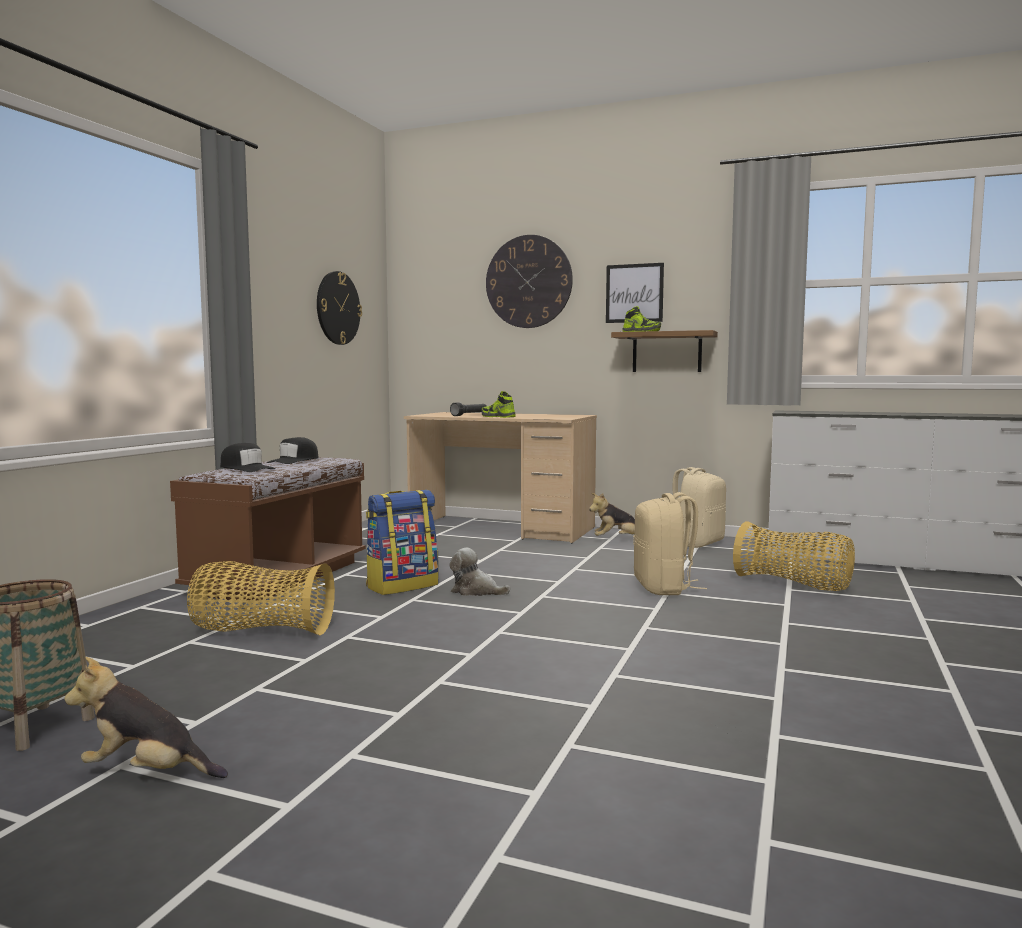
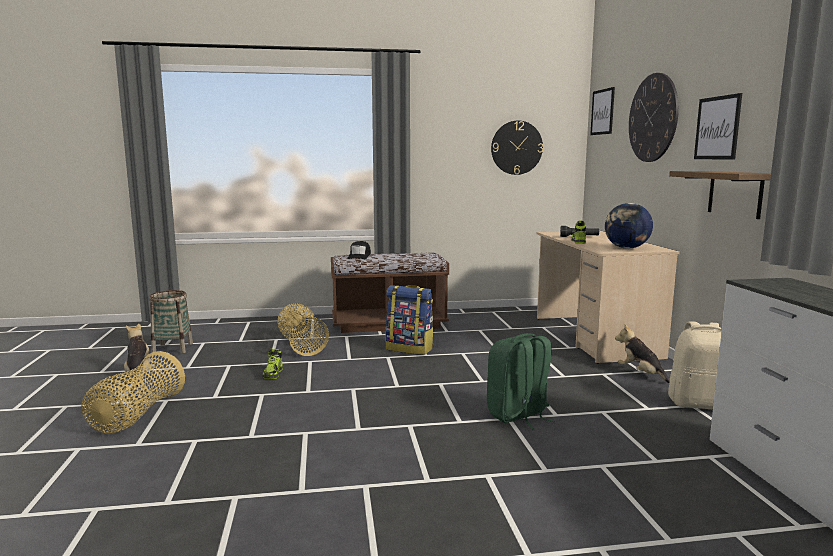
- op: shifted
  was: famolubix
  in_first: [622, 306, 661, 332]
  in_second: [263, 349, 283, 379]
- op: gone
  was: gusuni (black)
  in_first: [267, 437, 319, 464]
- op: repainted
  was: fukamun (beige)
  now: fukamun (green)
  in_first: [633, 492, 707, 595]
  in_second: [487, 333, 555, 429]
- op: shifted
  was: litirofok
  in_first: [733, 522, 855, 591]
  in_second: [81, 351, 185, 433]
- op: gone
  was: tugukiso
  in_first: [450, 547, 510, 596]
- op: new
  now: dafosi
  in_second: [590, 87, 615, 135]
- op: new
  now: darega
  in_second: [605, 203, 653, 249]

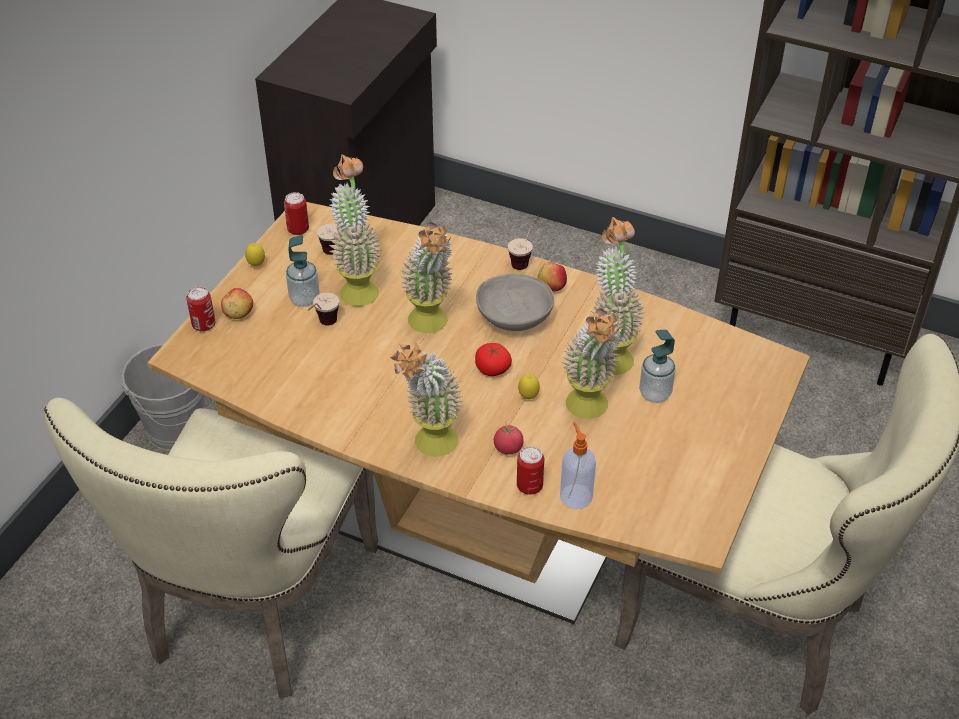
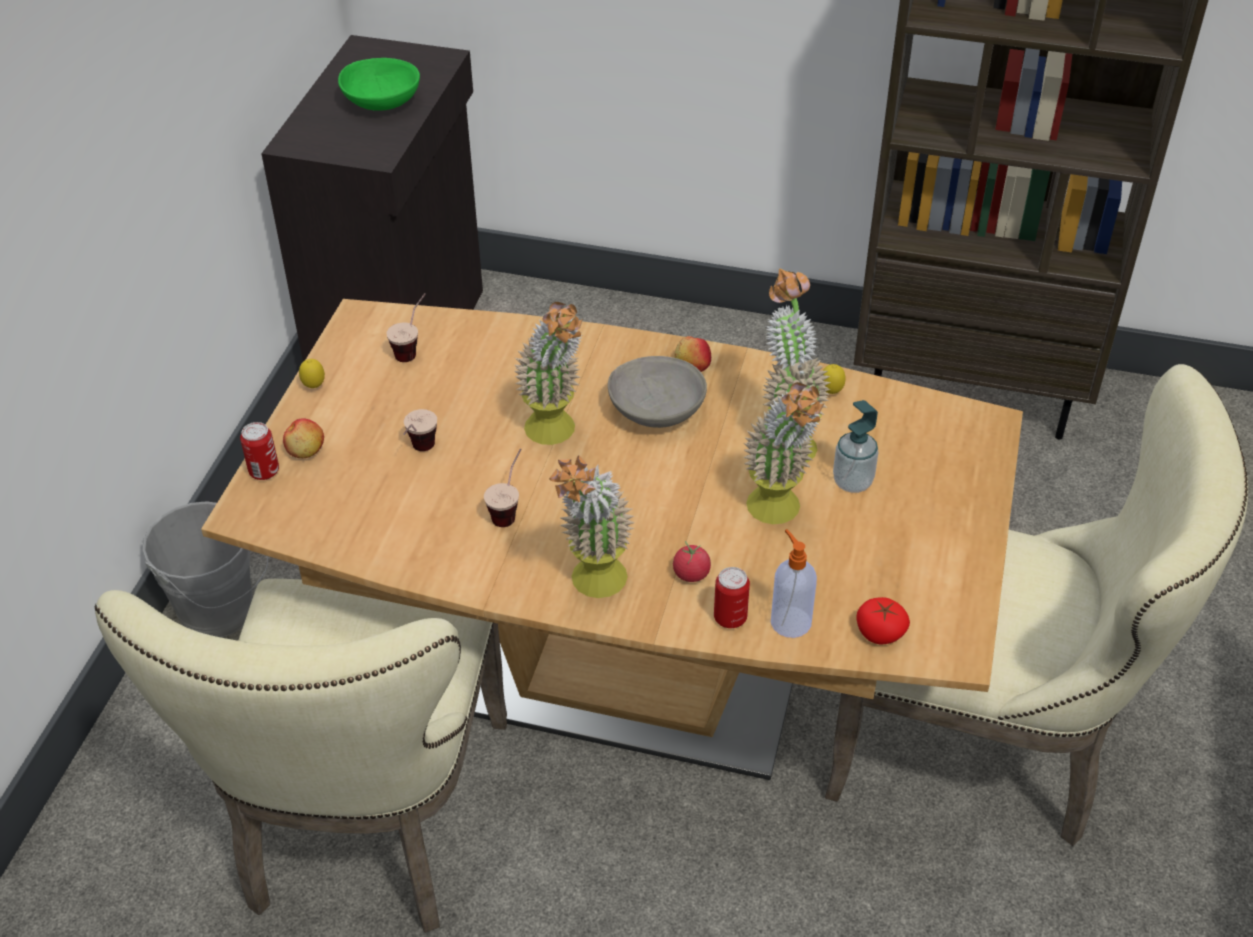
- op: gone
  was: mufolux
  in_first: [329, 154, 382, 307]
- op: gone
  was: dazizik
  in_first: [284, 192, 309, 235]
- op: shifted
  was: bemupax
  in_first: [508, 216, 539, 270]
  in_second: [484, 448, 522, 527]
- op: gone
  was: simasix
  in_first: [286, 235, 320, 307]
- op: shifted
  was: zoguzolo
  in_first: [475, 343, 512, 376]
  in_second: [856, 597, 910, 644]
- op: shifted
  was: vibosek
  in_first: [518, 374, 540, 399]
  in_second: [823, 364, 846, 394]
- op: new
  now: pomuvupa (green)
  in_second: [338, 58, 420, 111]

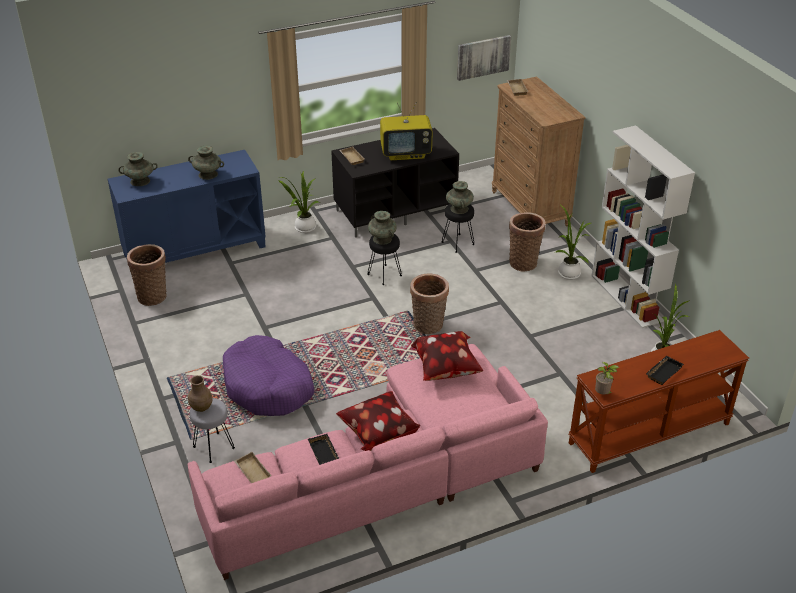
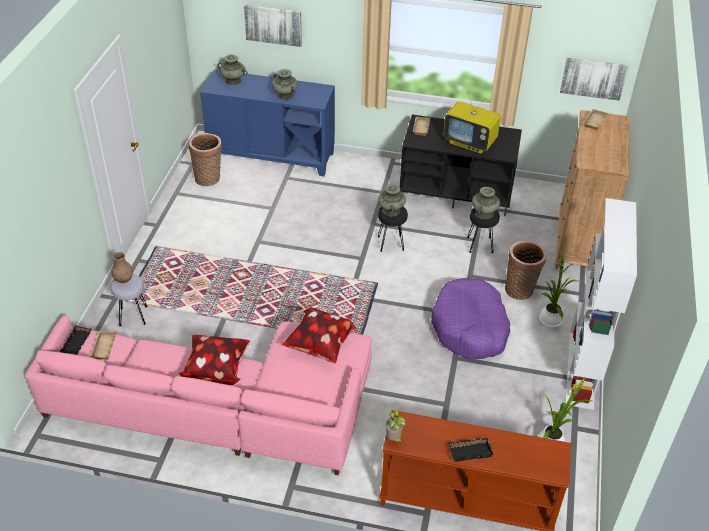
- op: gone
  was: mufolux
  in_first: [278, 171, 319, 233]
- op: gone
  was: litirofok
  in_first: [410, 273, 449, 334]
- op: shifted
  was: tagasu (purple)
  in_first: [223, 335, 314, 416]
  in_second: [431, 278, 510, 359]
- op: shifted
  was: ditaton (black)
  in_first: [308, 434, 339, 465]
  in_second: [59, 325, 92, 355]
- op: new
  now: dafosi
  in_second: [244, 5, 302, 47]

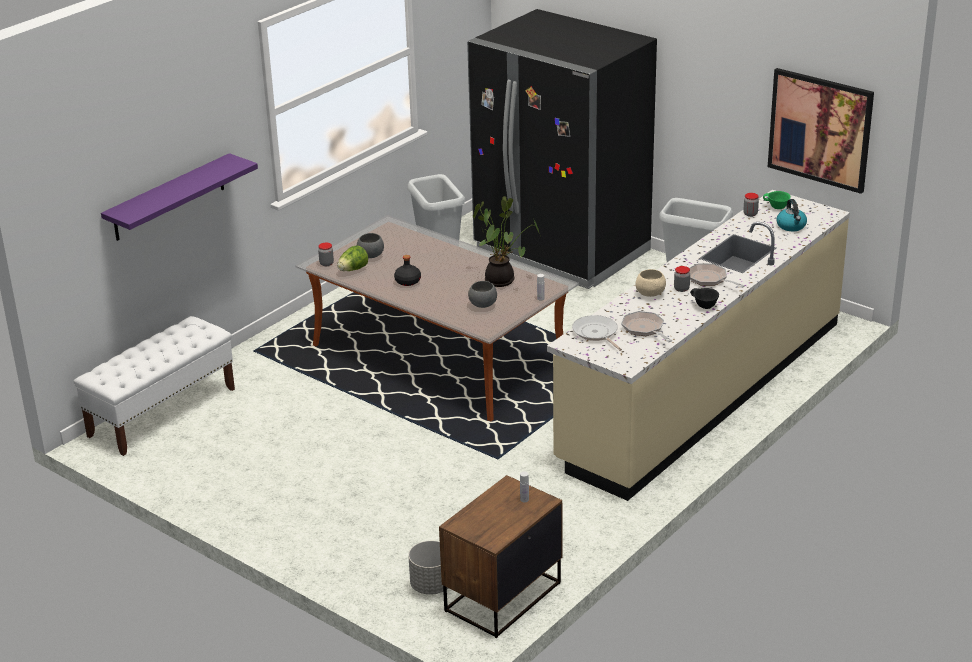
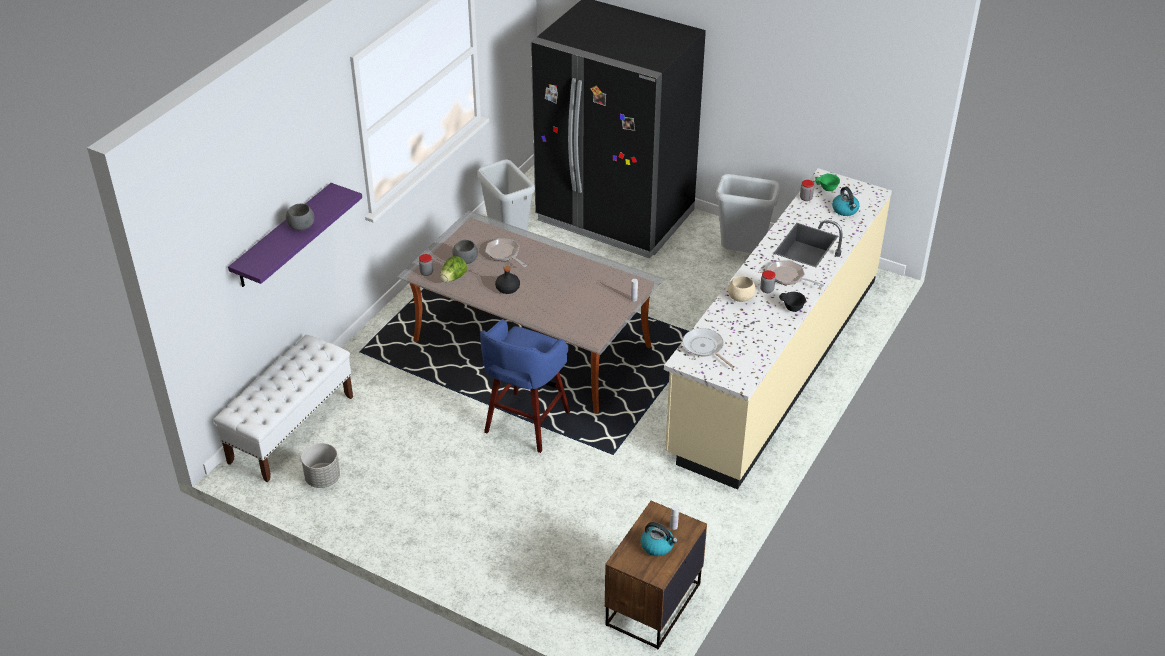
- op: gone
  was: dafosi
  in_first: [768, 68, 874, 194]
- op: gone
  was: mufolux
  in_first: [473, 196, 540, 287]
- op: shifted
  was: pomuvupa (grey)
  in_first: [468, 281, 497, 308]
  in_second: [286, 204, 314, 230]
- op: shifted
  was: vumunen
  in_first: [621, 311, 672, 342]
  in_second: [485, 238, 527, 267]
- op: shifted
  was: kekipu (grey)
  in_first: [408, 541, 448, 595]
  in_second: [301, 443, 340, 488]
- op: new
  now: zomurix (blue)
  in_second: [480, 319, 570, 453]
- op: new
  now: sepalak
  in_second: [640, 522, 678, 556]

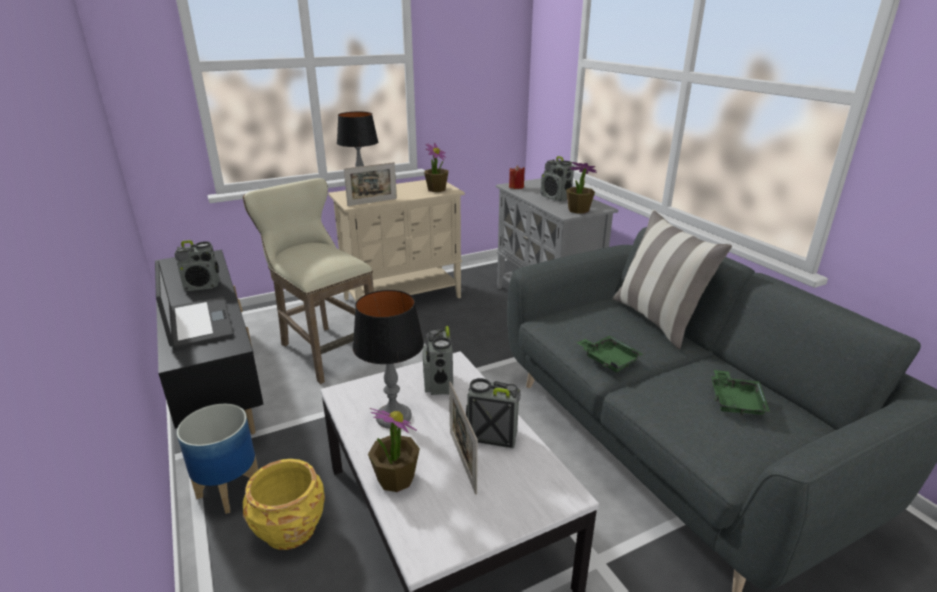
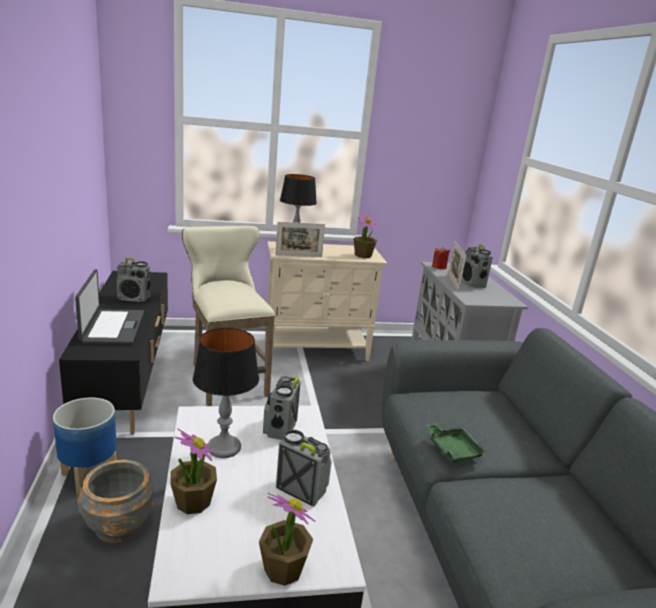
- op: shifted
  was: mufolux
  in_first: [566, 162, 597, 214]
  in_second: [259, 493, 315, 586]
- op: gone
  was: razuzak
  in_first: [613, 210, 732, 349]
- op: gone
  was: ditaton (green)
  in_first: [711, 370, 770, 415]
- op: shifted
  was: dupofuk
  in_first: [449, 382, 478, 495]
  in_second: [448, 241, 466, 291]
- op: repainted
  was: kekipu (yellow)
  now: kekipu (grey)
  in_first: [243, 459, 325, 550]
  in_second: [78, 460, 154, 543]

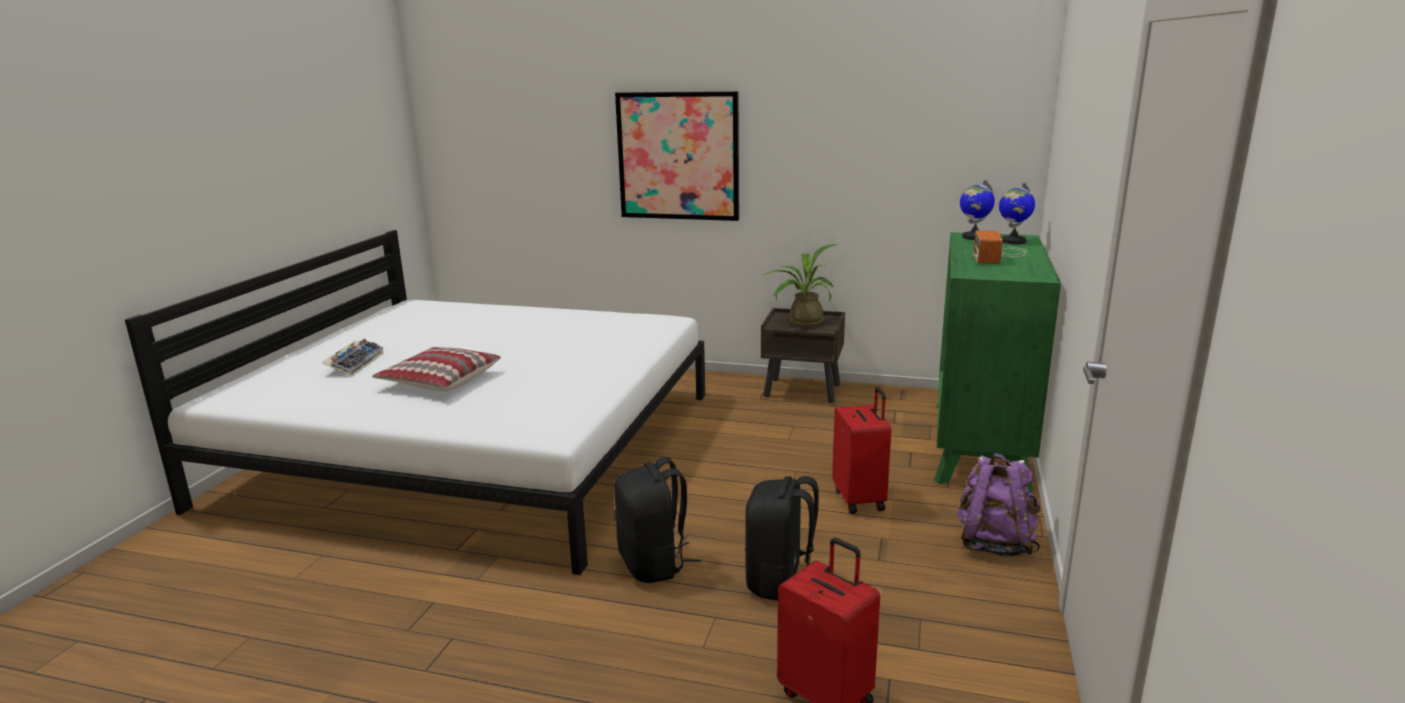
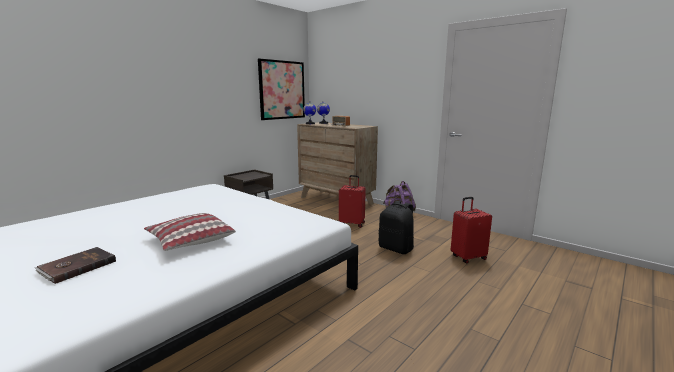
- op: shifted
  was: dafosi
  in_first: [615, 91, 739, 221]
  in_second: [258, 58, 305, 120]
- op: repainted
  was: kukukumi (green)
  now: kukukumi (brown)
  in_first: [934, 232, 1061, 492]
  in_second: [297, 122, 378, 204]
- op: gone
  was: mufolux
  in_first: [763, 244, 838, 327]
- op: swapped
  was: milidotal
  now: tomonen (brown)
  in_first: [322, 339, 384, 376]
  in_second: [35, 247, 116, 284]
- op: gone
  was: fukamun (black)
  in_first: [614, 457, 701, 583]

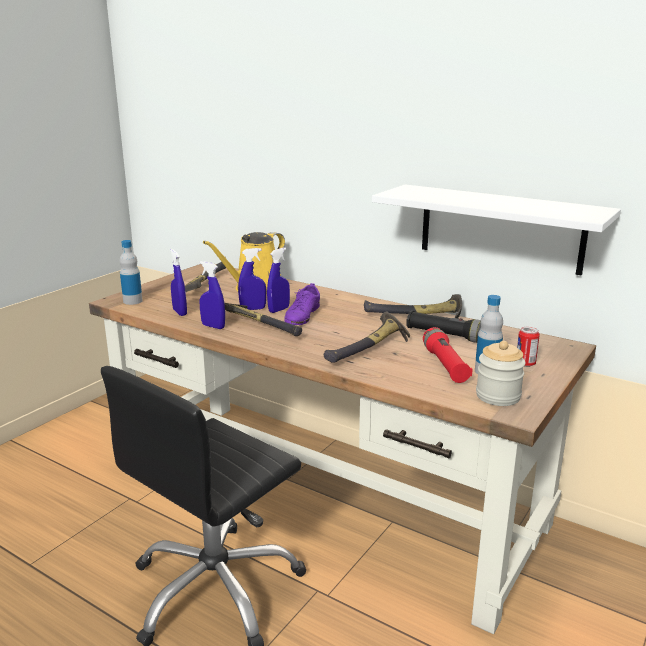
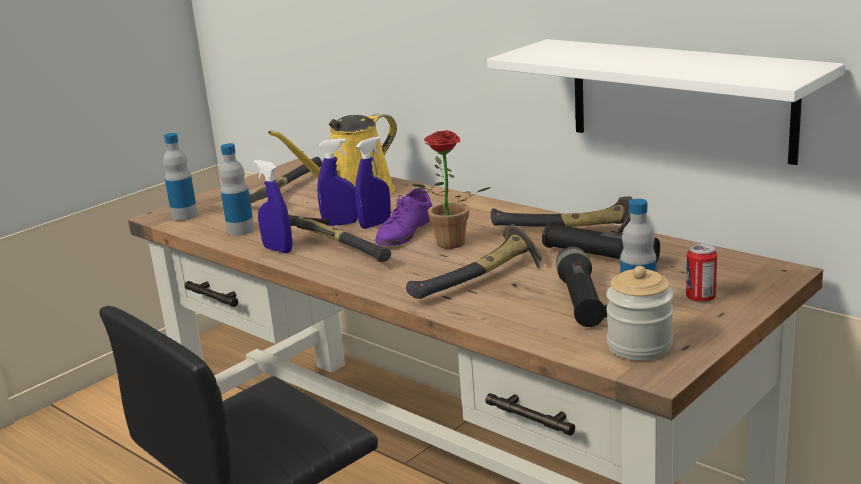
- op: swapped
  was: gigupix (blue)
  now: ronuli
  in_first: [170, 249, 187, 316]
  in_second: [219, 143, 254, 236]
- op: repainted
  was: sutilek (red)
  now: sutilek (black)
  in_first: [423, 327, 473, 383]
  in_second: [556, 246, 607, 327]
- op: new
  now: mufolux
  in_second: [412, 130, 491, 249]

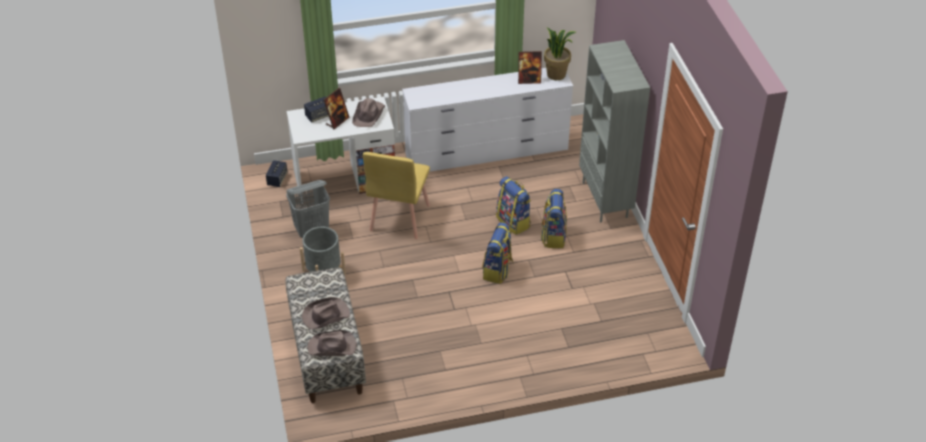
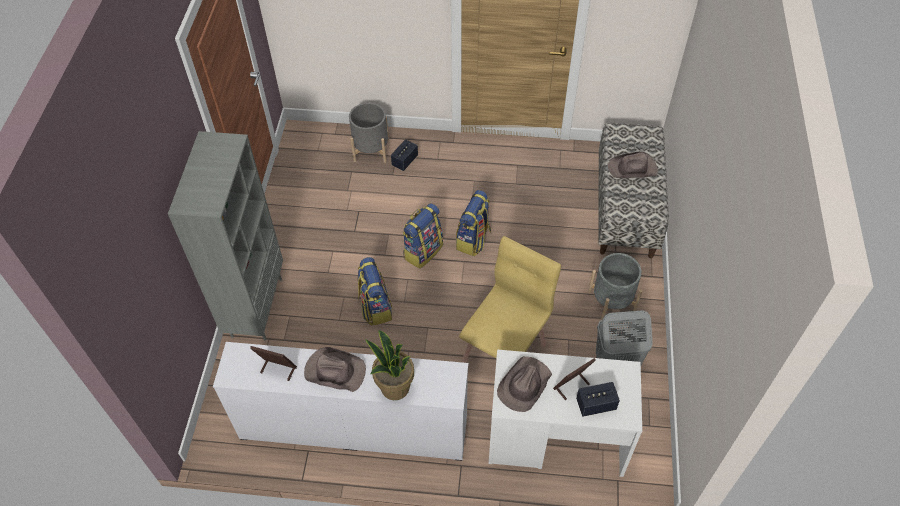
- op: shifted
  was: mufolux
  in_first: [544, 28, 576, 80]
  in_second: [365, 330, 414, 400]
- op: shifted
  was: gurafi
  in_first: [266, 160, 287, 187]
  in_second: [391, 139, 418, 171]
- op: shifted
  was: fukamun
  in_first: [541, 189, 567, 248]
  in_second: [456, 190, 492, 256]
- op: shifted
  was: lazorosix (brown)
  in_first: [308, 330, 357, 356]
  in_second: [304, 347, 366, 392]
- op: new
  now: kekipu (grey)
  in_second: [349, 103, 389, 163]

